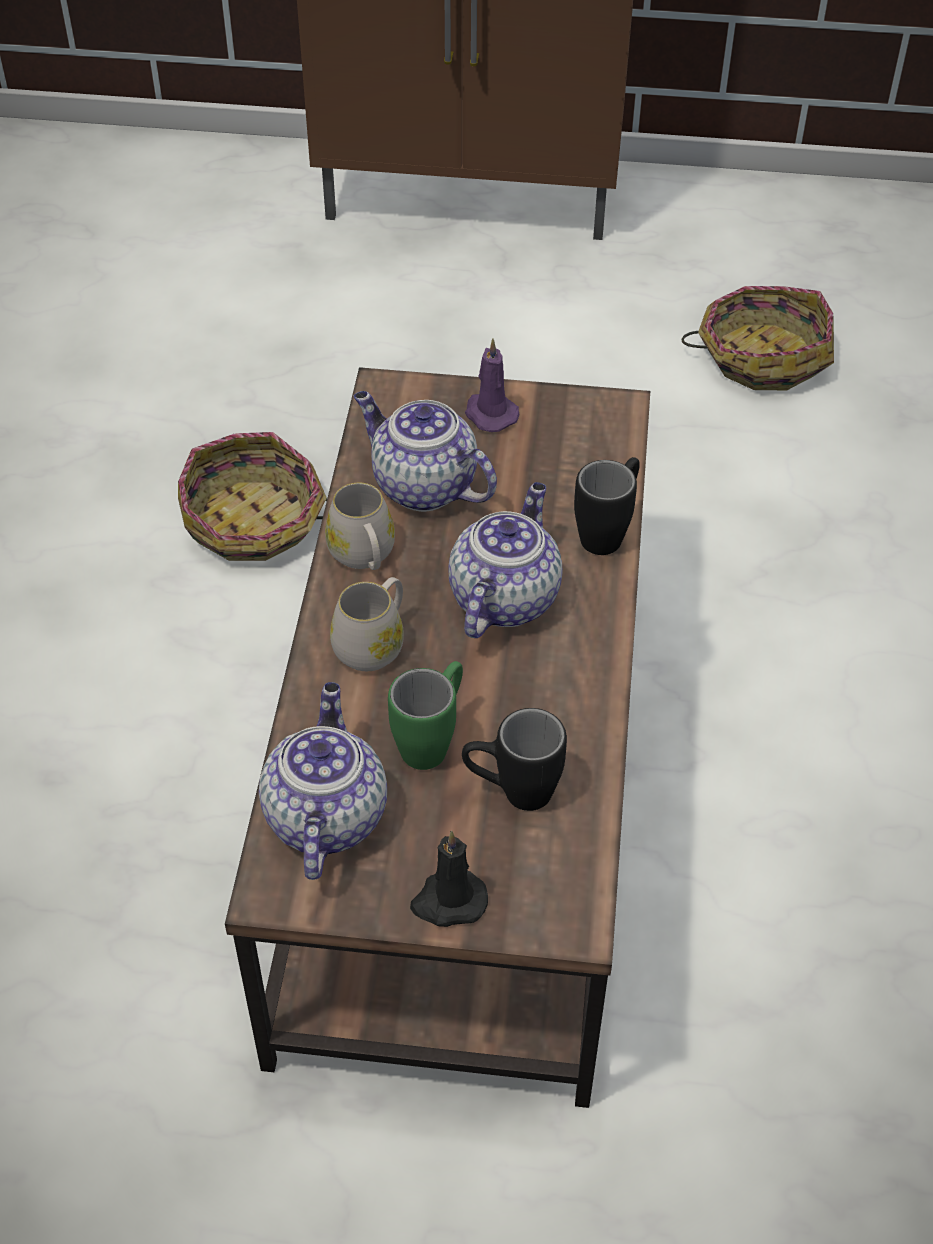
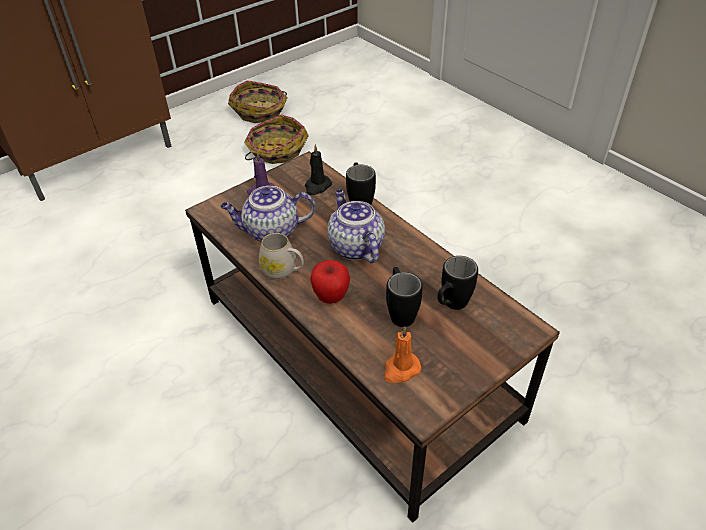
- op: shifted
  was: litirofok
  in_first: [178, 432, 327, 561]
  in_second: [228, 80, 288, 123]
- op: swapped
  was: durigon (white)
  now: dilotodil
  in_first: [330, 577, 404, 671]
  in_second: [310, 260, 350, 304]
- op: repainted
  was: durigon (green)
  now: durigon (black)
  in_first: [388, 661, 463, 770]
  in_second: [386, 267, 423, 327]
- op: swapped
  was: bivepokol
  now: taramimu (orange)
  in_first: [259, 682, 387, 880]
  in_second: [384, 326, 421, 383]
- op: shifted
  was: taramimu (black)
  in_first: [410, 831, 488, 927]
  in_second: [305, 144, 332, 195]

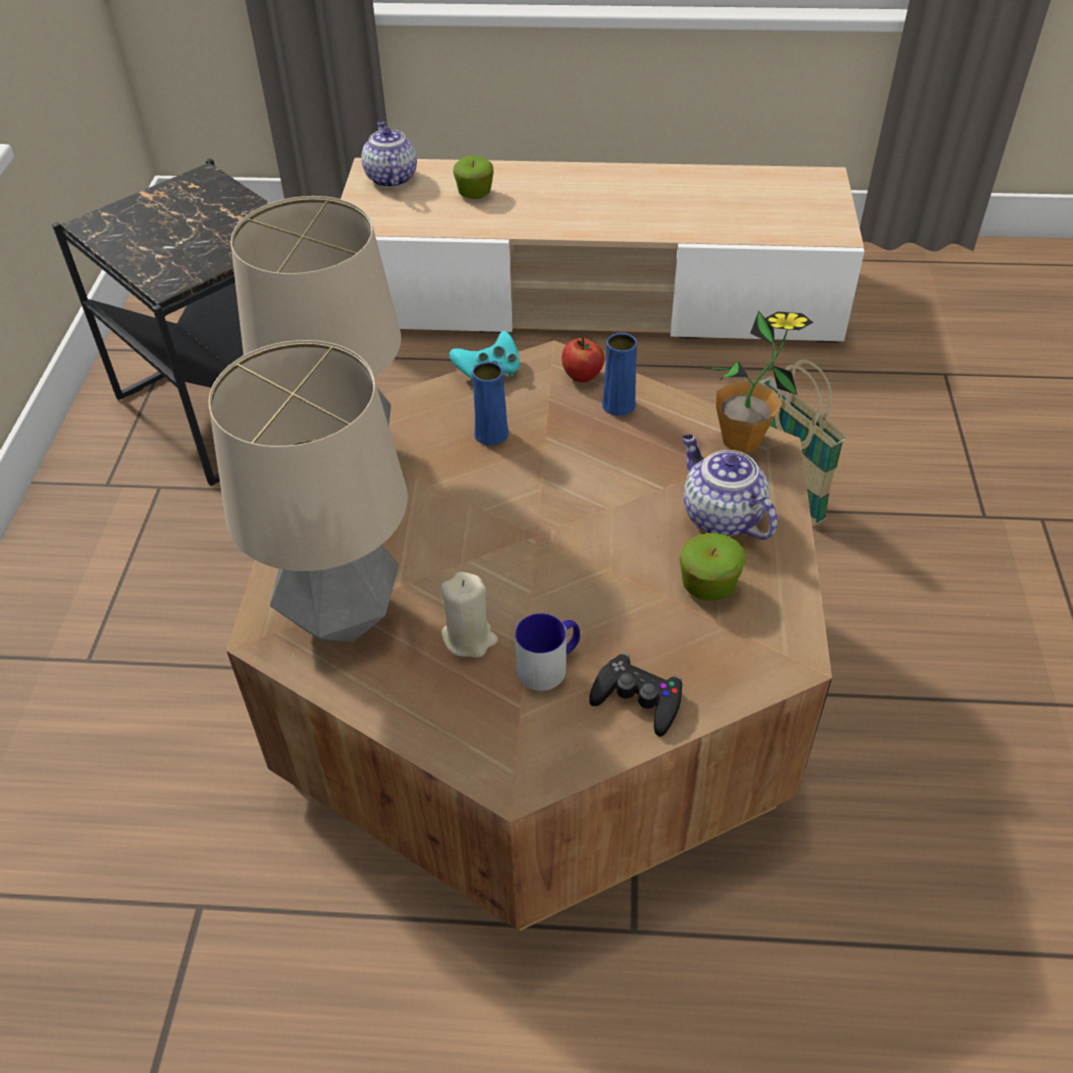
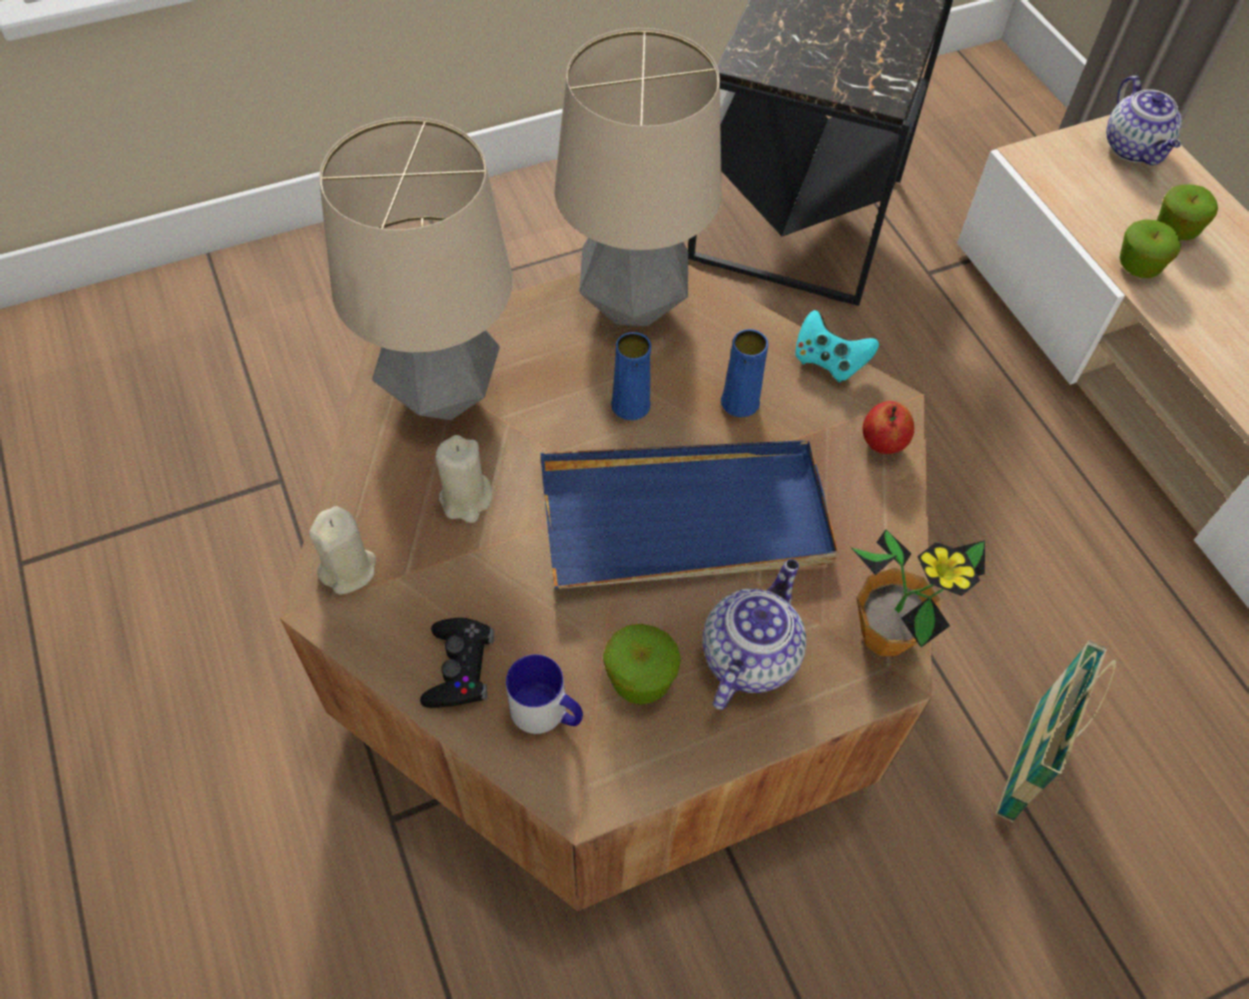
- op: rotated
  was: bivepokol
  in_first: [361, 121, 417, 188]
  in_second: [1106, 76, 1182, 165]
  clockwise: 120
- op: shifted
  was: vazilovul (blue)
  in_first: [602, 333, 637, 416]
  in_second: [611, 332, 651, 420]
- op: shifted
  was: durigon
  in_first: [515, 613, 580, 691]
  in_second: [506, 654, 583, 734]
- op: new
  now: dilotodil
  in_second: [1120, 219, 1181, 278]
- op: new
  now: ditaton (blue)
  in_second: [541, 440, 838, 589]
- op: new
  now: taramimu (beige)
  in_second: [309, 506, 376, 595]

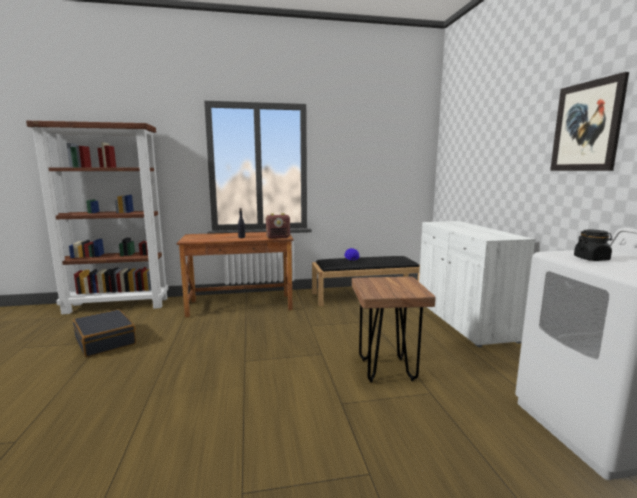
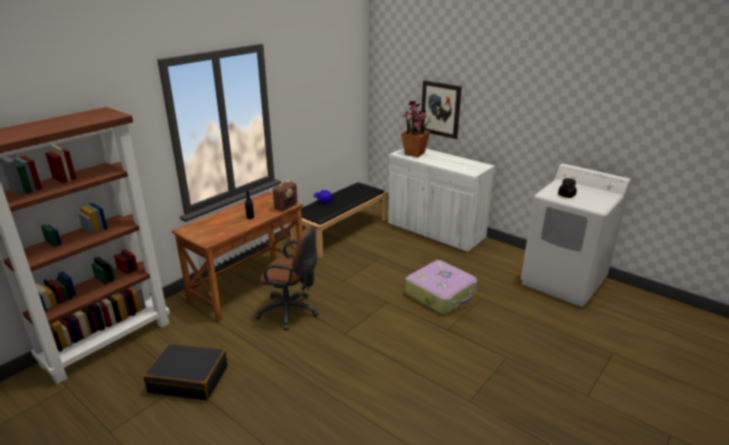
- op: shifted
  was: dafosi
  in_first: [550, 72, 629, 171]
  in_second: [421, 80, 462, 139]
- op: swapped
  was: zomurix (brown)
  now: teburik
  in_first: [352, 277, 436, 383]
  in_second: [405, 260, 477, 314]
- op: new
  now: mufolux
  in_second: [401, 101, 431, 157]
- op: new
  now: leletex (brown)
  in_second: [255, 224, 319, 330]

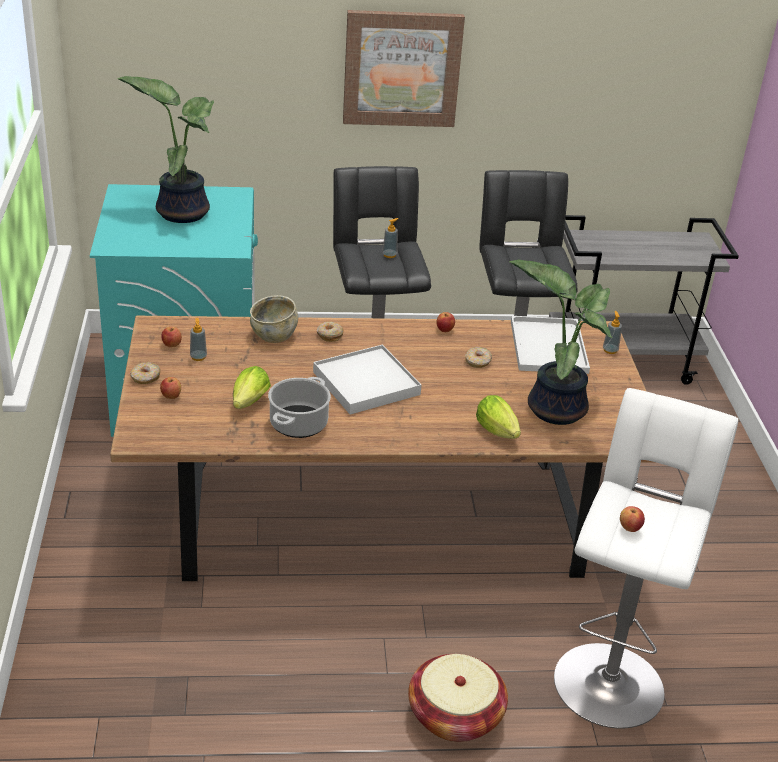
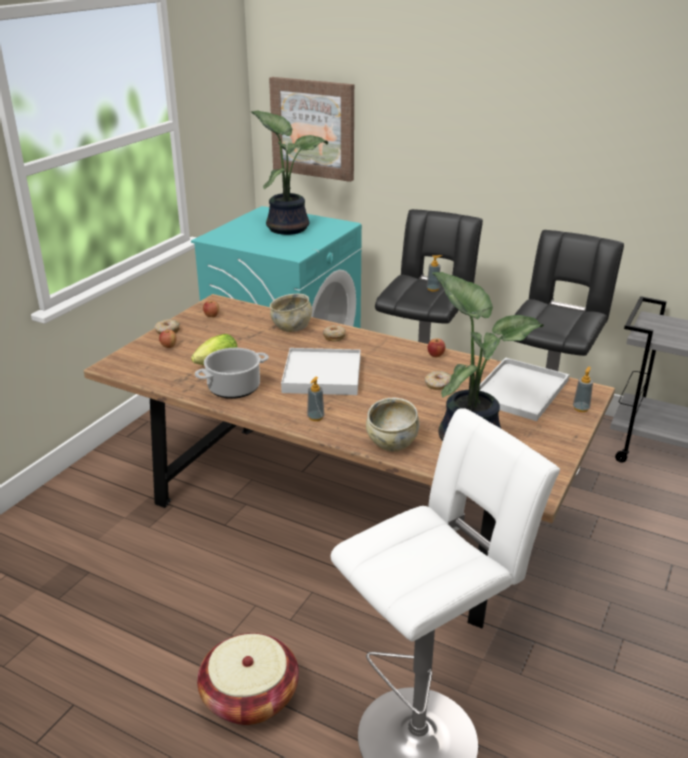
- op: shifted
  was: dafosi
  in_first: [343, 10, 465, 127]
  in_second: [269, 77, 354, 182]
- op: shifted
  was: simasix
  in_first: [190, 318, 207, 361]
  in_second: [307, 377, 325, 421]
- op: swapped
  was: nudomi
  now: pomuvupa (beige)
  in_first: [476, 395, 521, 439]
  in_second: [366, 397, 420, 452]
- op: gone
  was: dilotodil
  in_first: [620, 506, 645, 532]

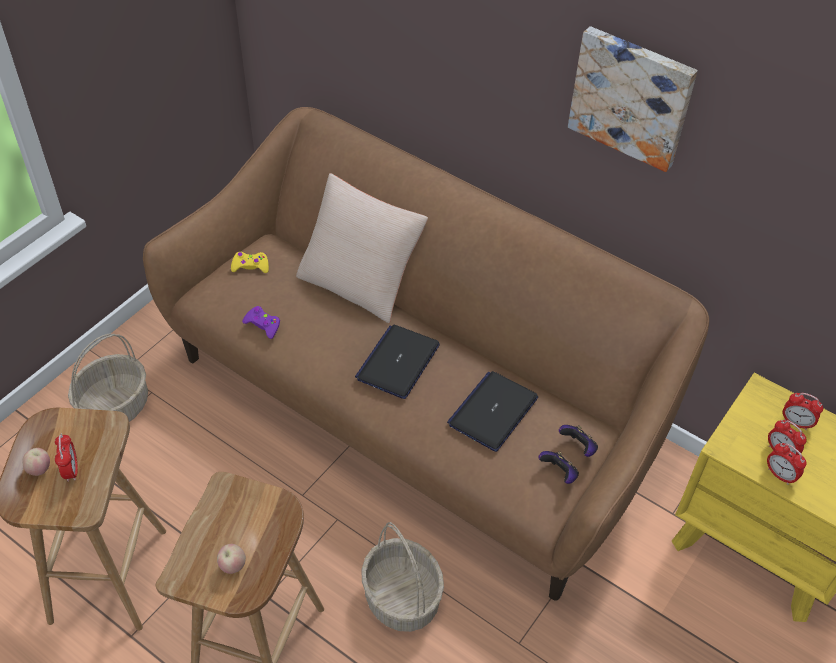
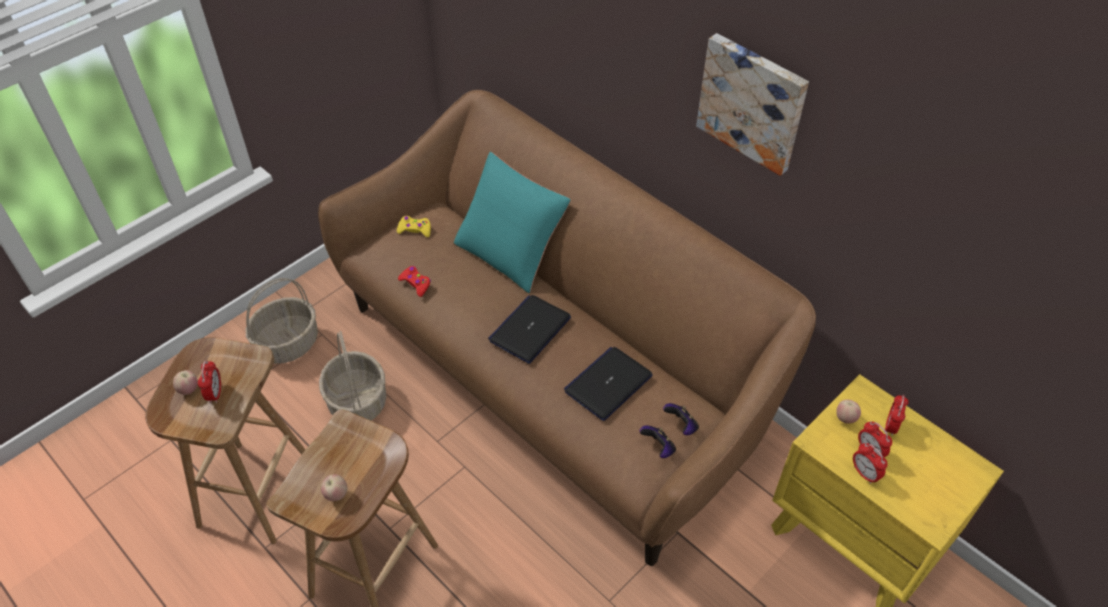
- op: repainted
  was: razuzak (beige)
  now: razuzak (turquoise)
  in_first: [296, 173, 428, 323]
  in_second: [454, 152, 571, 293]
- op: repainted
  was: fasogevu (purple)
  now: fasogevu (red)
  in_first: [242, 306, 280, 339]
  in_second: [398, 266, 431, 297]
- op: rotated
  was: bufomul
  in_first: [783, 393, 823, 430]
  in_second: [885, 395, 908, 436]
  clockwise: 75
- op: shifted
  was: litirofok
  in_first: [361, 522, 444, 632]
  in_second: [319, 331, 386, 421]
- op: new
  now: dilotodil
  in_second: [836, 399, 861, 424]

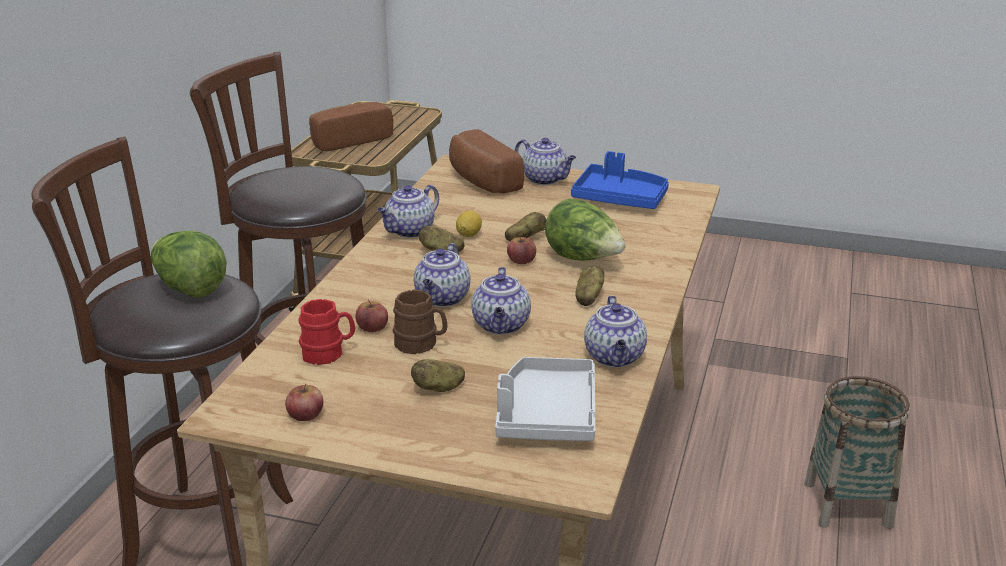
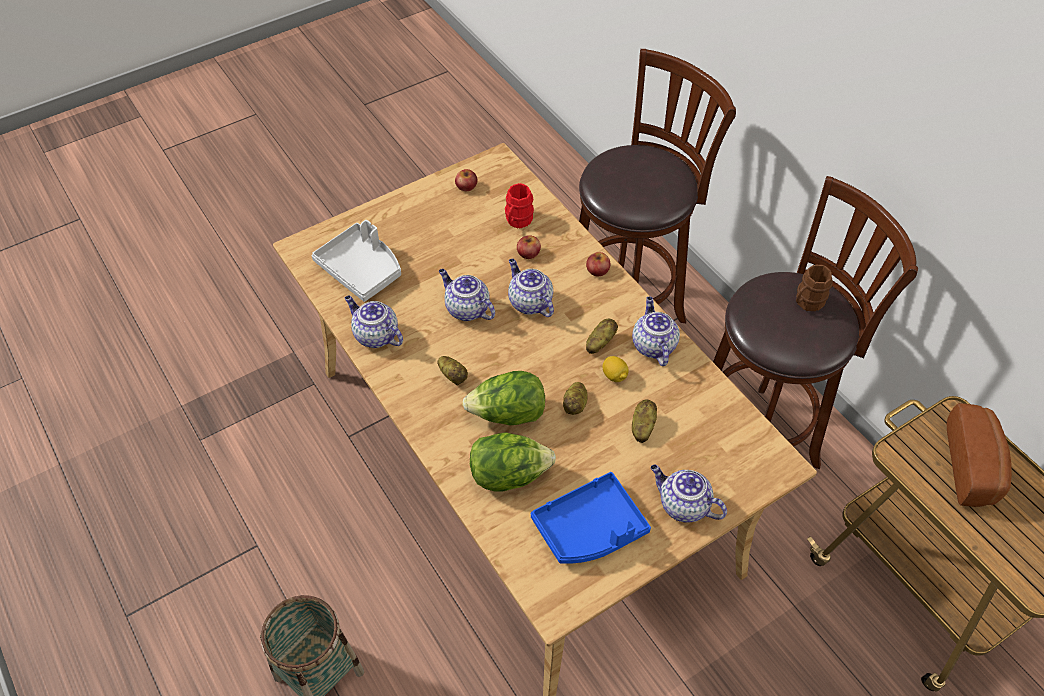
- op: gone
  was: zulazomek
  in_first: [449, 129, 524, 193]
- op: rotated
  was: bivepokol
  in_first: [515, 138, 576, 185]
  in_second: [650, 465, 727, 523]
  clockwise: 45
- op: shifted
  was: nudomi
  in_first: [151, 231, 227, 298]
  in_second: [470, 432, 556, 492]
- op: shifted
  was: dilotodil
  in_first: [507, 236, 536, 264]
  in_second: [586, 252, 610, 276]
- op: shifted
  was: durigon (brown)
  in_first: [393, 290, 448, 354]
  in_second: [796, 265, 833, 311]
- op: shifted
  was: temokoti
  in_first: [411, 359, 465, 392]
  in_second: [632, 399, 657, 443]

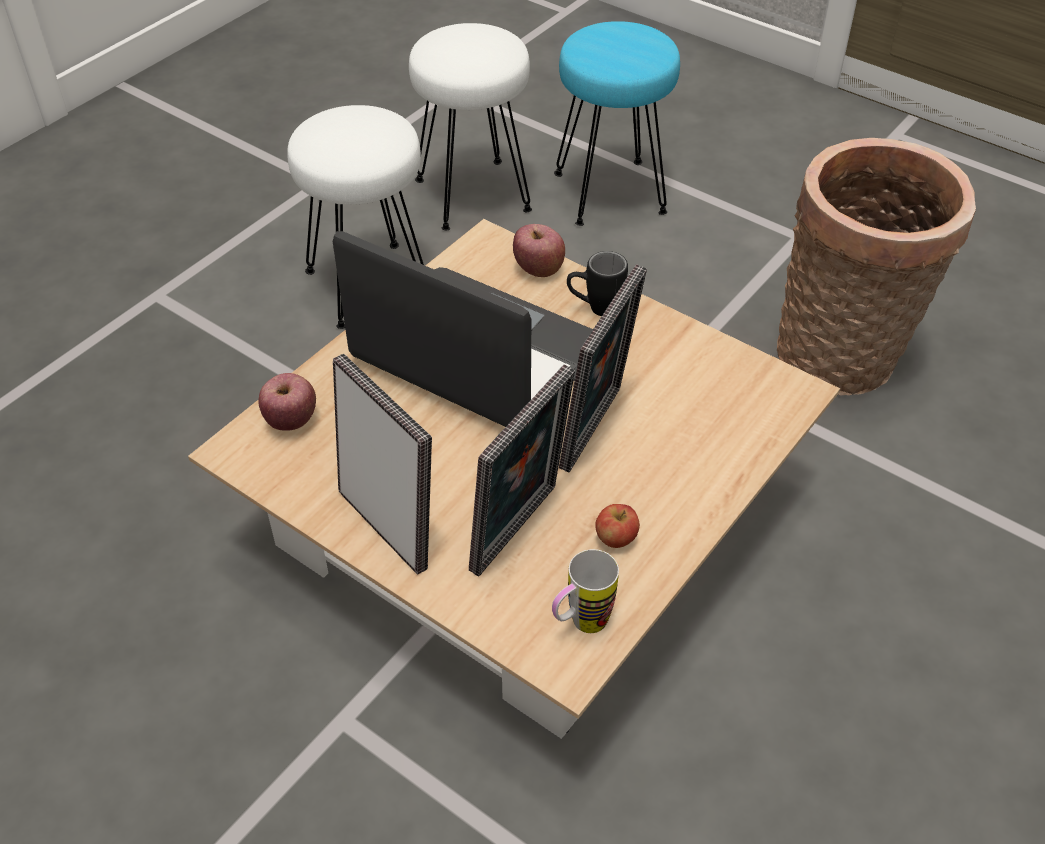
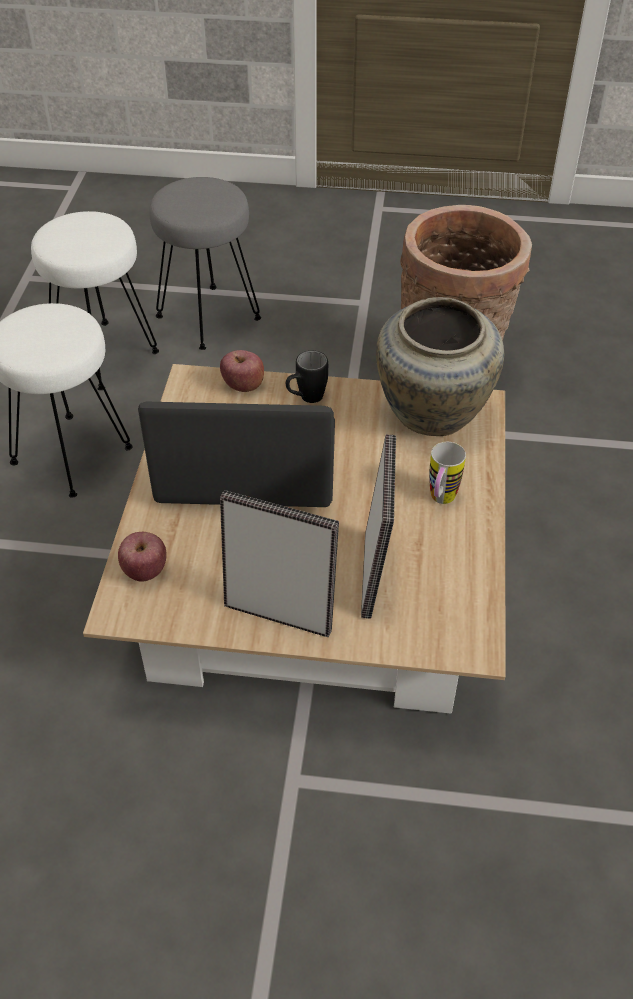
- op: repainted
  was: zomurix (turquoise)
  now: zomurix (grey)
  in_first: [554, 21, 680, 226]
  in_second: [149, 177, 261, 350]
- op: gone
  was: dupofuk
  in_first: [559, 264, 647, 472]
- op: gone
  was: dilotodil
  in_first: [595, 504, 640, 548]
- op: shifted
  was: durigon
  in_first: [552, 549, 619, 633]
  in_second: [429, 442, 466, 504]
- op: new
  now: vazilovul (beige)
  in_second: [376, 297, 505, 436]

